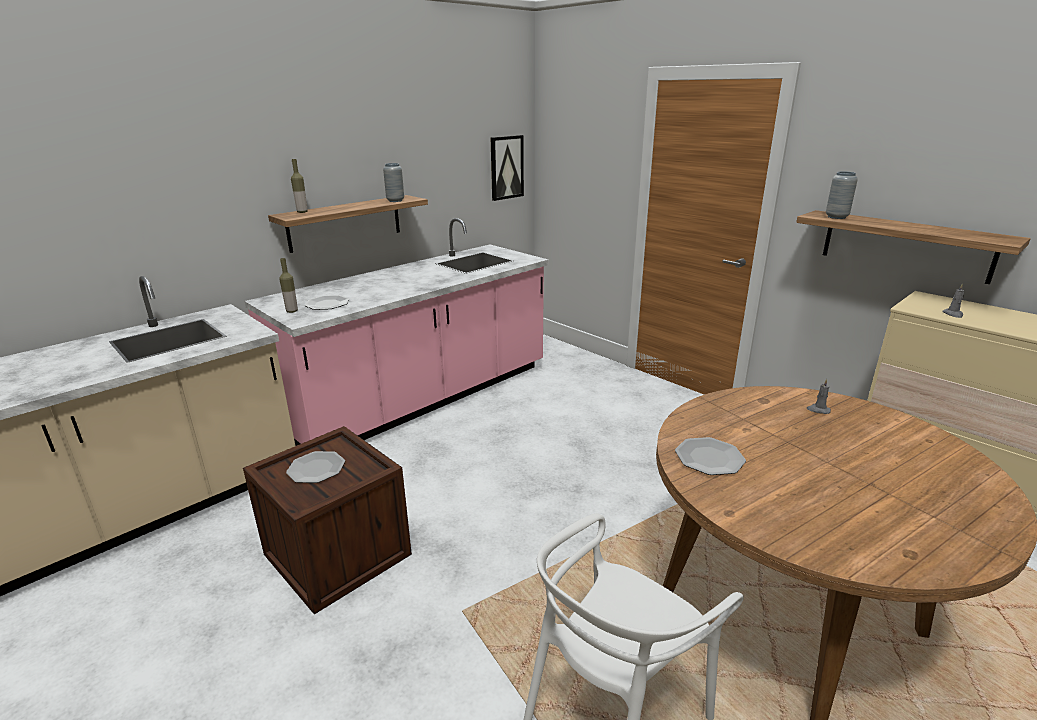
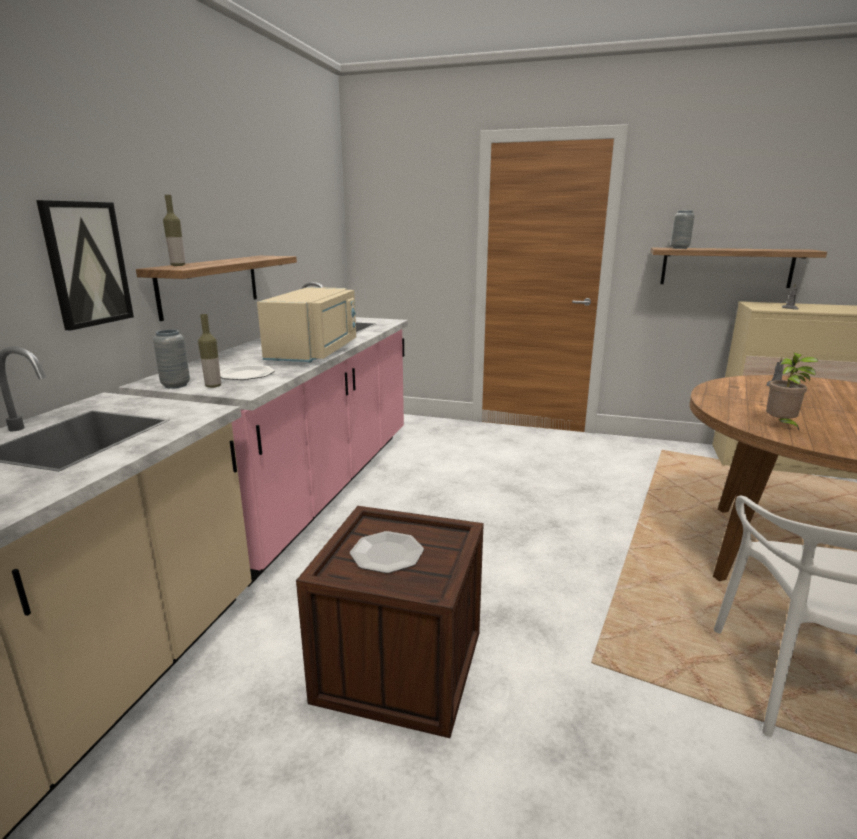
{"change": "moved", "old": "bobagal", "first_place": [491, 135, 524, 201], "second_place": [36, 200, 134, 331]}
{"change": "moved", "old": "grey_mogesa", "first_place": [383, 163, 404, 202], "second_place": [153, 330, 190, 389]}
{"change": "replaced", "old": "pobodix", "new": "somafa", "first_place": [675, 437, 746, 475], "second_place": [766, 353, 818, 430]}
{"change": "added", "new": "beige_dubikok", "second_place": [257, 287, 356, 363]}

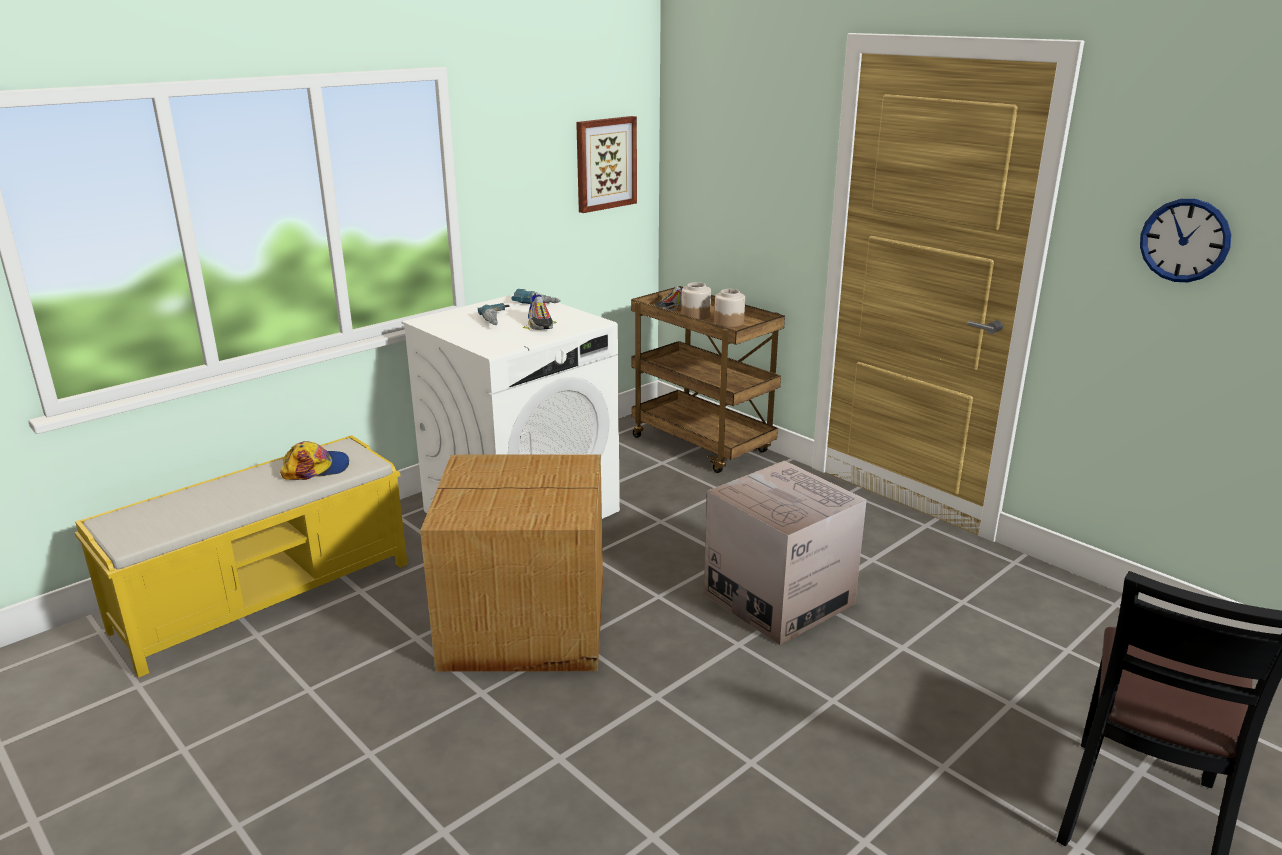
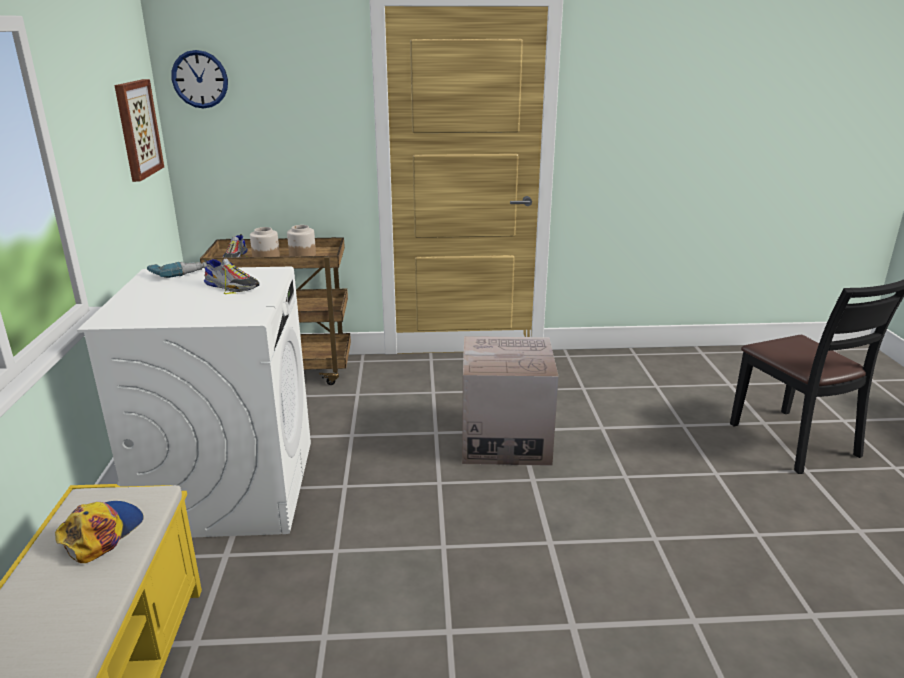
{"change": "moved", "old": "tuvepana", "first_place": [1140, 199, 1231, 282], "second_place": [171, 50, 228, 109]}
{"change": "removed", "old": "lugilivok", "first_place": [478, 303, 510, 325]}
{"change": "removed", "old": "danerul", "first_place": [420, 454, 603, 672]}

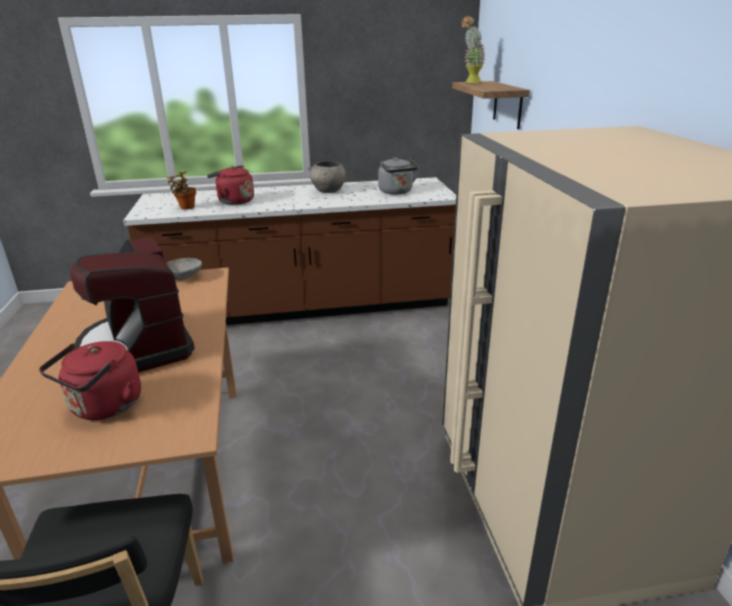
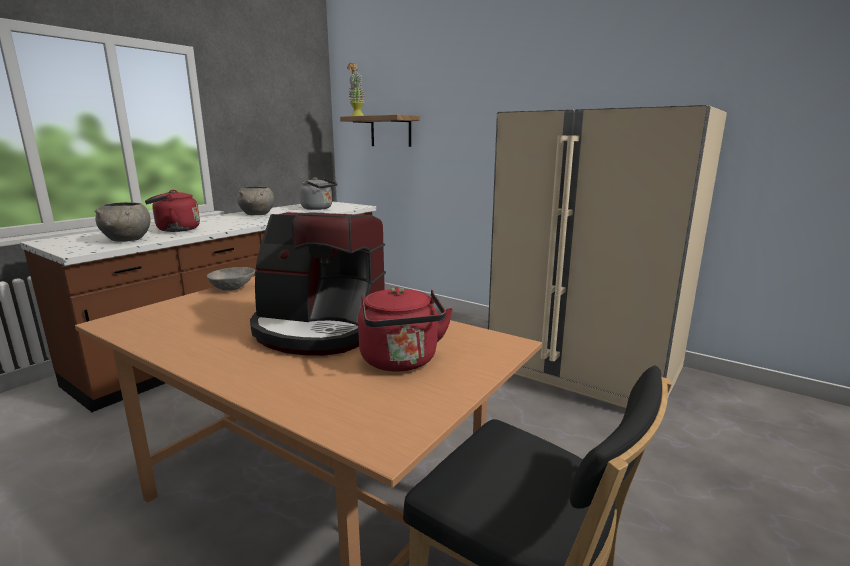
{"change": "replaced", "old": "somafa", "new": "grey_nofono", "first_place": [167, 171, 196, 209], "second_place": [95, 202, 151, 241]}

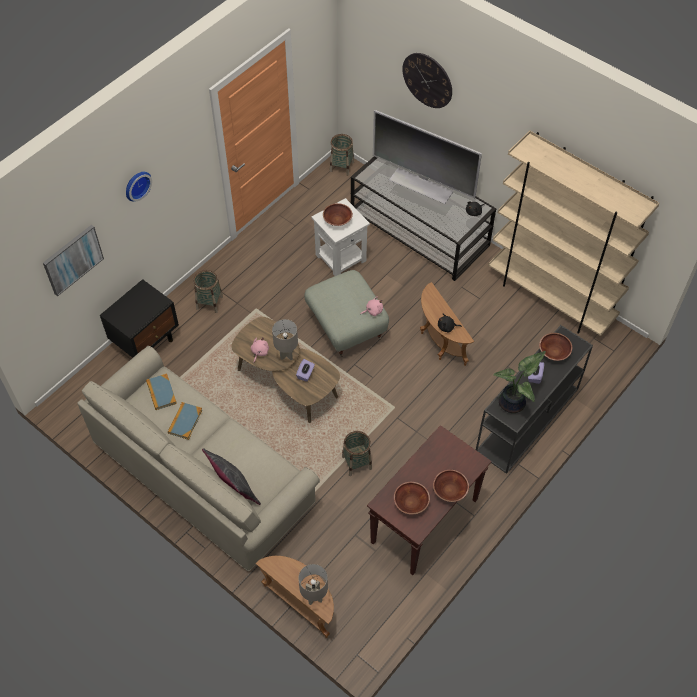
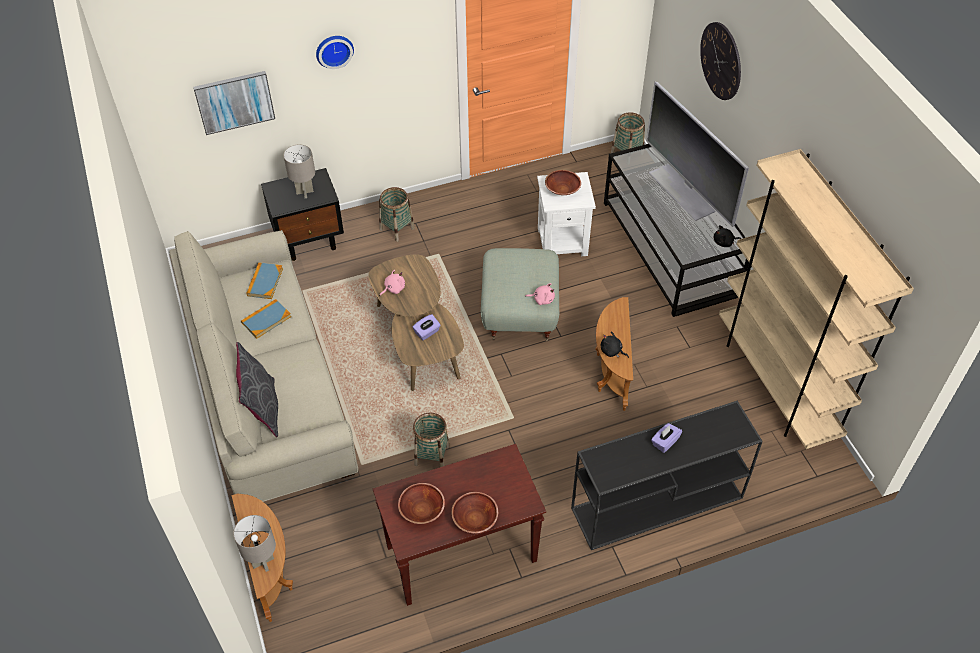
{"change": "moved", "old": "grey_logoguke", "first_place": [272, 319, 298, 360], "second_place": [283, 145, 315, 198]}
{"change": "removed", "old": "brown_nofono", "first_place": [539, 333, 572, 361]}
{"change": "removed", "old": "somafa", "first_place": [493, 351, 546, 413]}

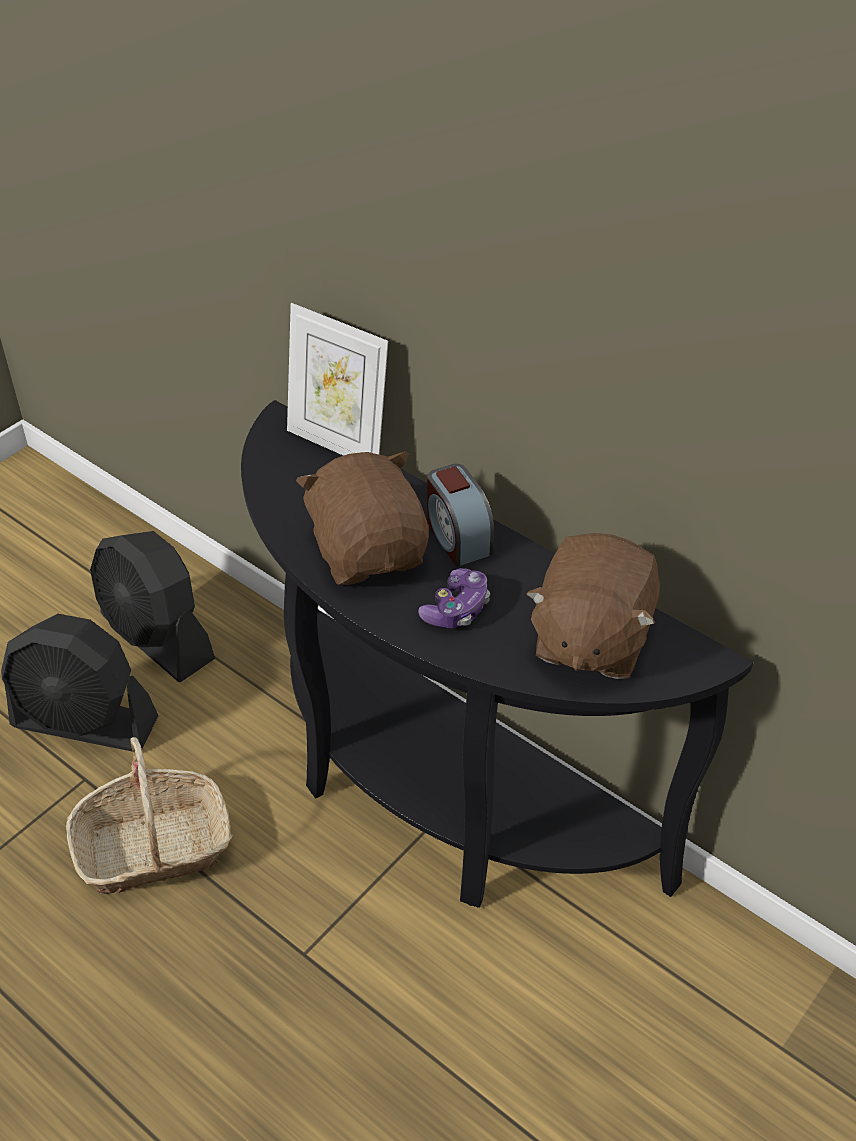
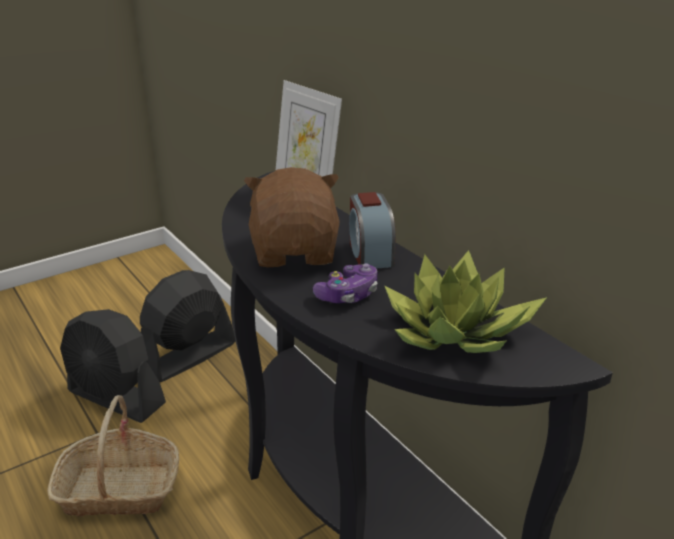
{"change": "turned", "old": "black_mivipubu", "first_place": [90, 531, 215, 682], "second_place": [140, 270, 235, 382], "degrees": 75}
{"change": "replaced", "old": "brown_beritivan", "new": "somafa", "first_place": [526, 533, 660, 679], "second_place": [384, 250, 547, 353]}

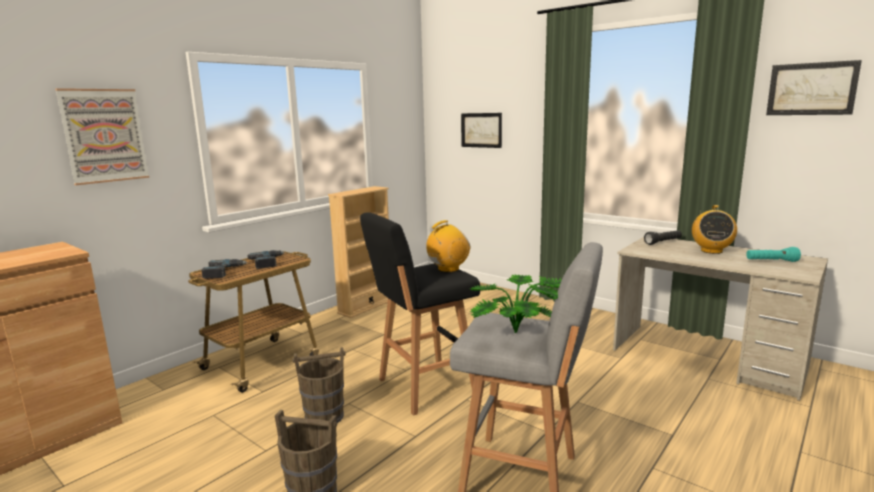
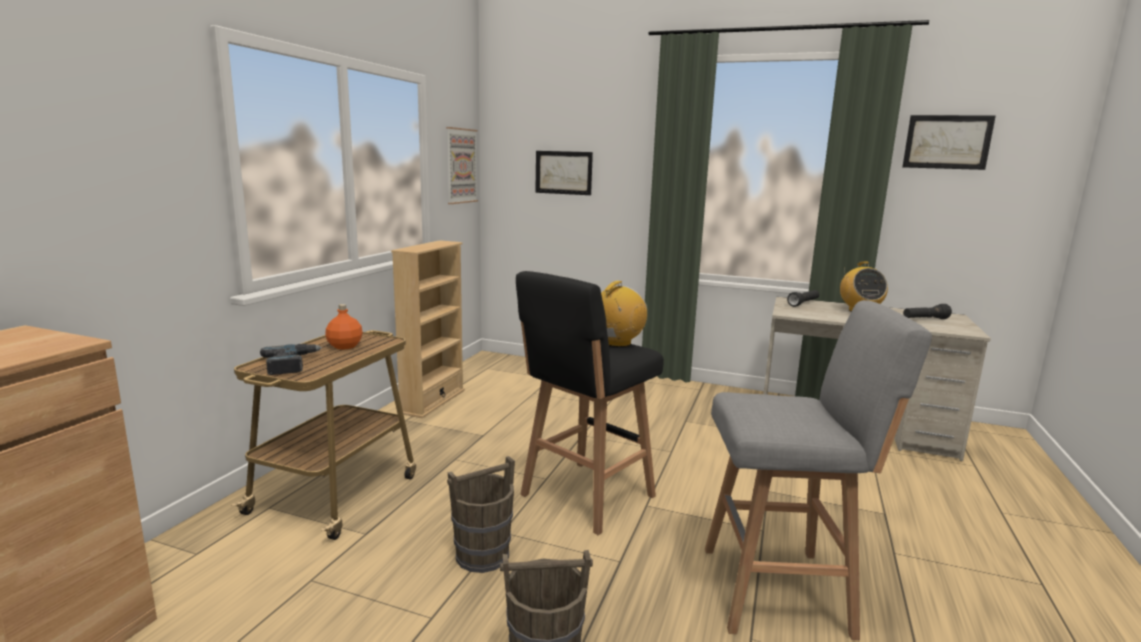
{"change": "moved", "old": "bobagal", "first_place": [55, 88, 149, 185], "second_place": [446, 127, 478, 204]}
{"change": "recoloured", "old": "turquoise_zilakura", "new": "black_zilakura", "first_place": [746, 247, 801, 262], "second_place": [903, 304, 952, 319]}
{"change": "replaced", "old": "lugilivok", "new": "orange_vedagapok", "first_place": [247, 250, 285, 269], "second_place": [325, 304, 363, 350]}
{"change": "removed", "old": "somafa", "first_place": [469, 274, 561, 333]}

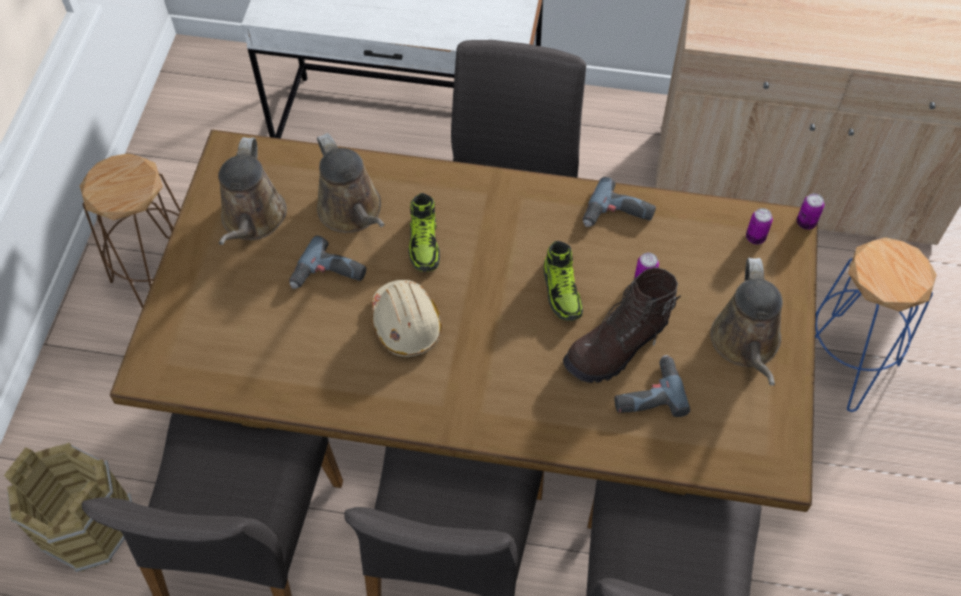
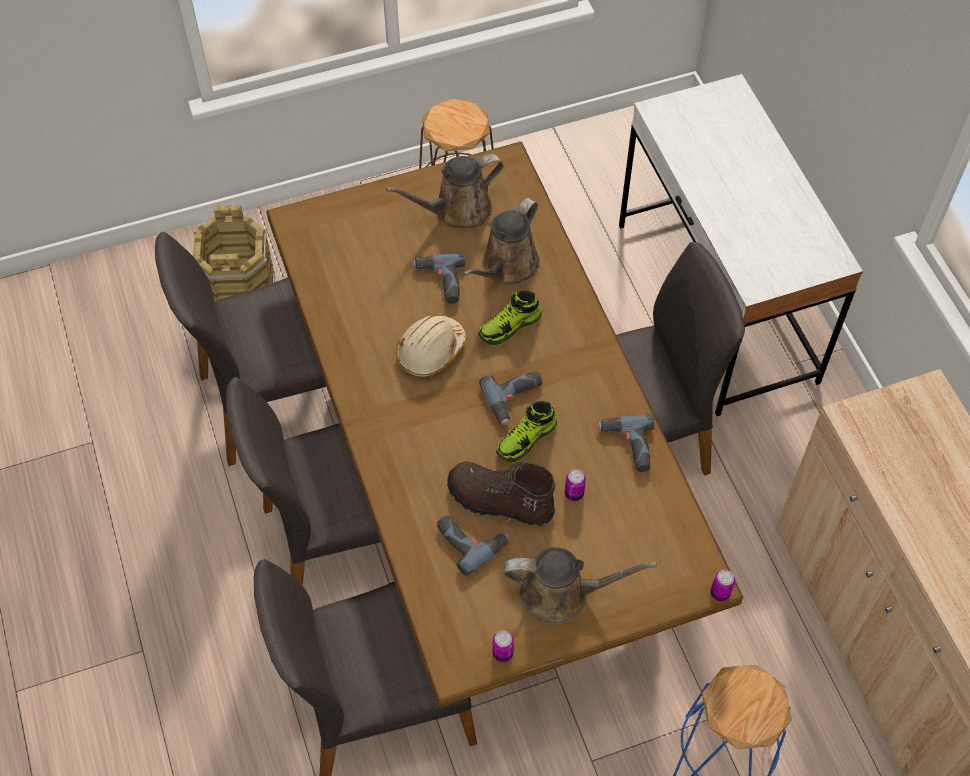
{"change": "moved", "old": "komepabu", "first_place": [746, 208, 773, 244], "second_place": [492, 631, 514, 662]}
{"change": "turned", "old": "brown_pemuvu", "first_place": [710, 258, 783, 386], "second_place": [503, 547, 657, 625], "degrees": -150}
{"change": "added", "new": "lugilivok", "second_place": [479, 371, 542, 425]}

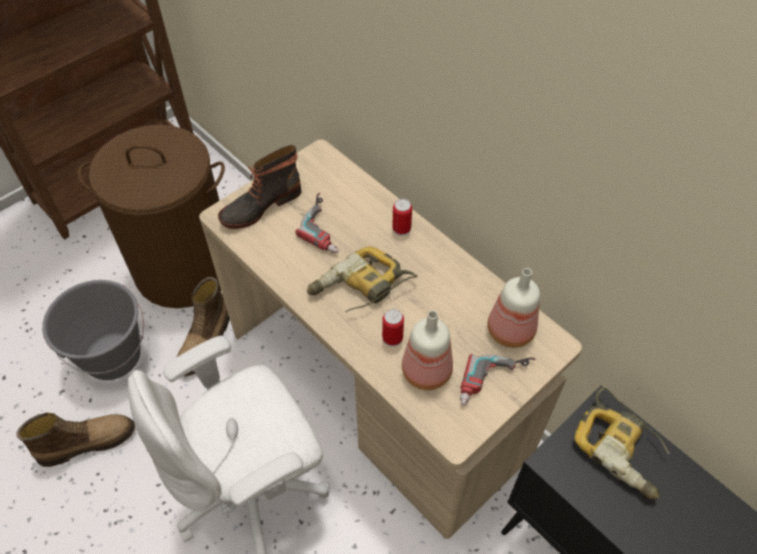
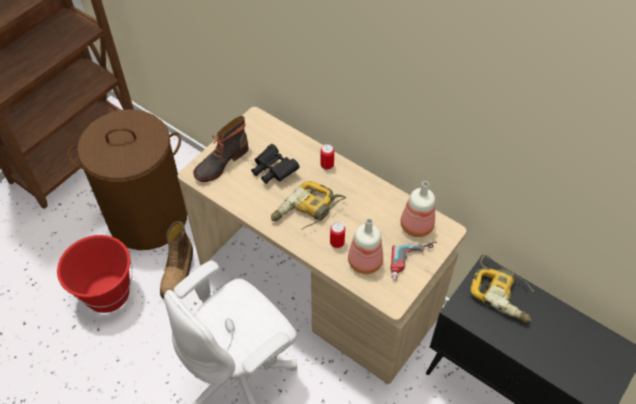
{"change": "replaced", "old": "lugilivok", "new": "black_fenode", "first_place": [295, 193, 339, 253], "second_place": [251, 144, 300, 184]}
{"change": "recoloured", "old": "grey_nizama", "new": "red_nizama", "first_place": [42, 280, 144, 380], "second_place": [57, 235, 132, 313]}
{"change": "removed", "old": "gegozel", "first_place": [16, 412, 135, 467]}

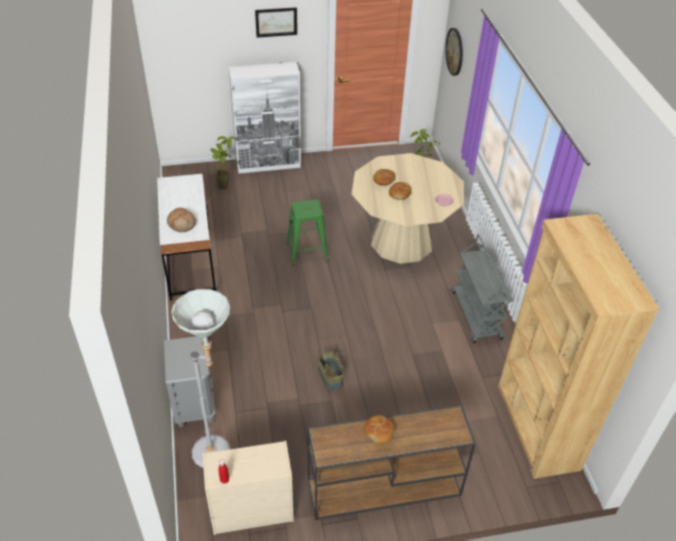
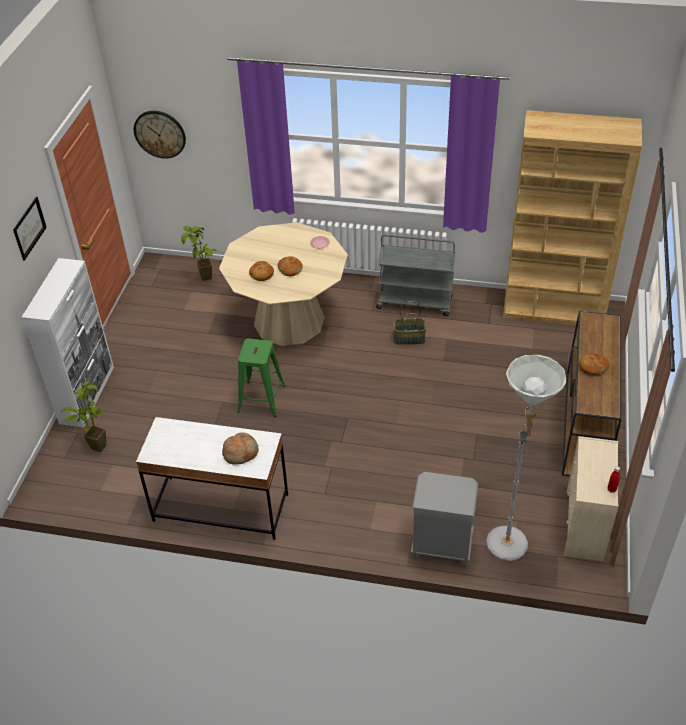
{"change": "moved", "old": "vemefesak", "first_place": [318, 344, 345, 391], "second_place": [393, 301, 426, 345]}

